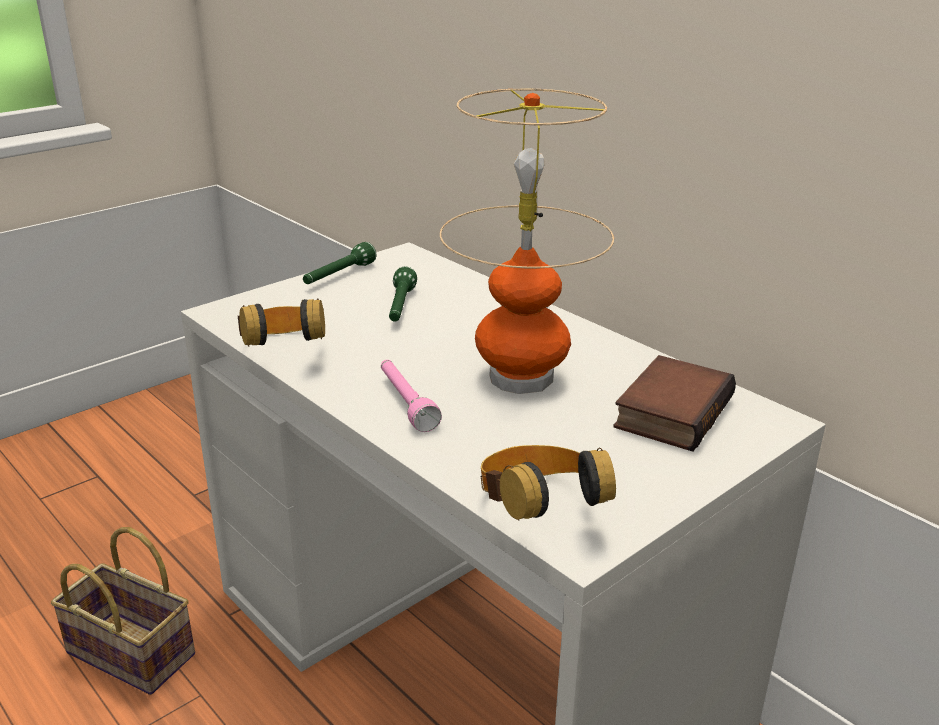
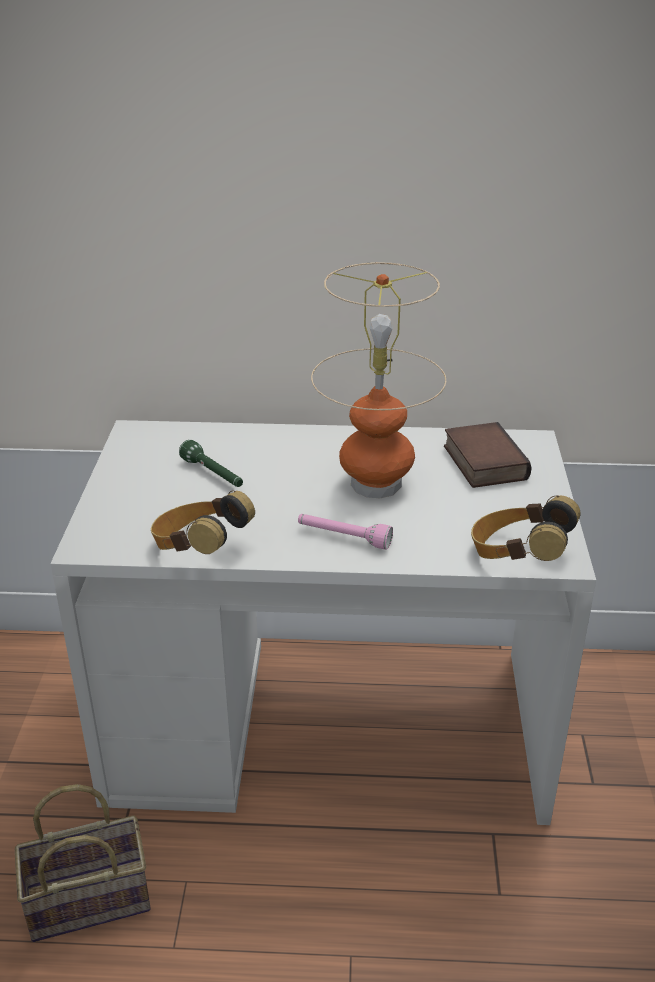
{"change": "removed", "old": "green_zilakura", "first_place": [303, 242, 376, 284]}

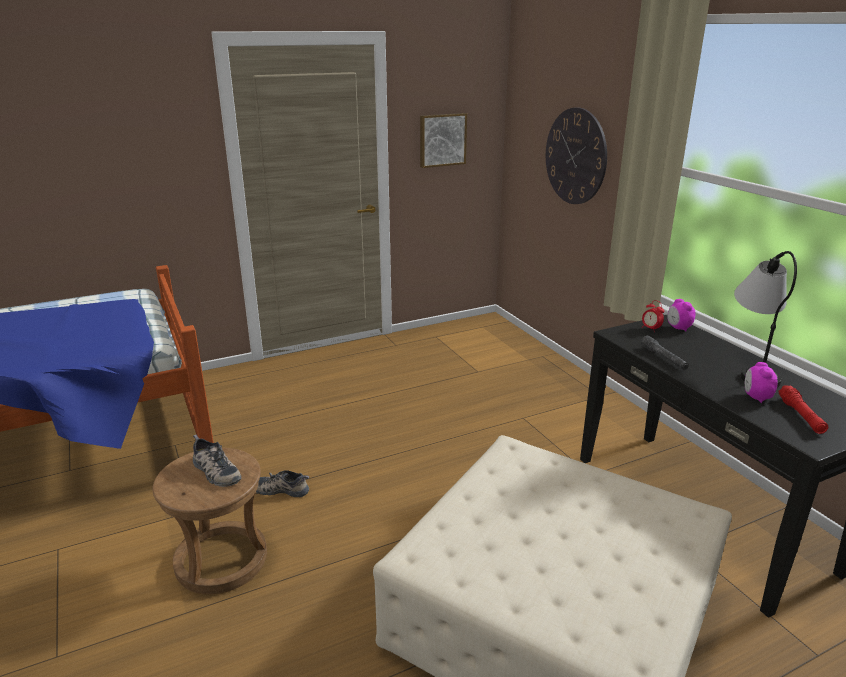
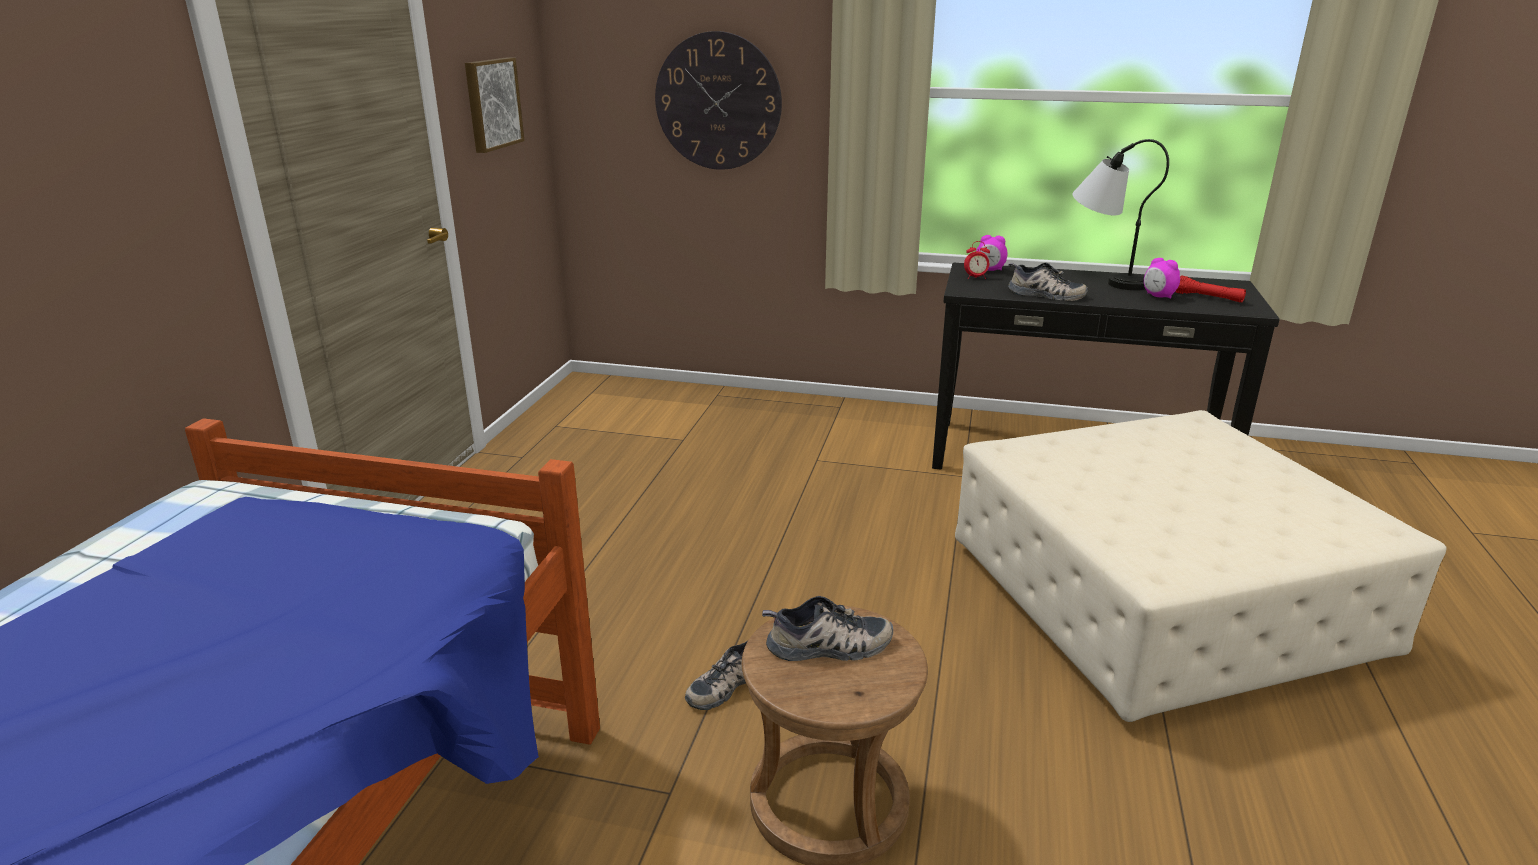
{"change": "replaced", "old": "grey_zilakura", "new": "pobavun", "first_place": [641, 336, 689, 370], "second_place": [1008, 262, 1088, 301]}

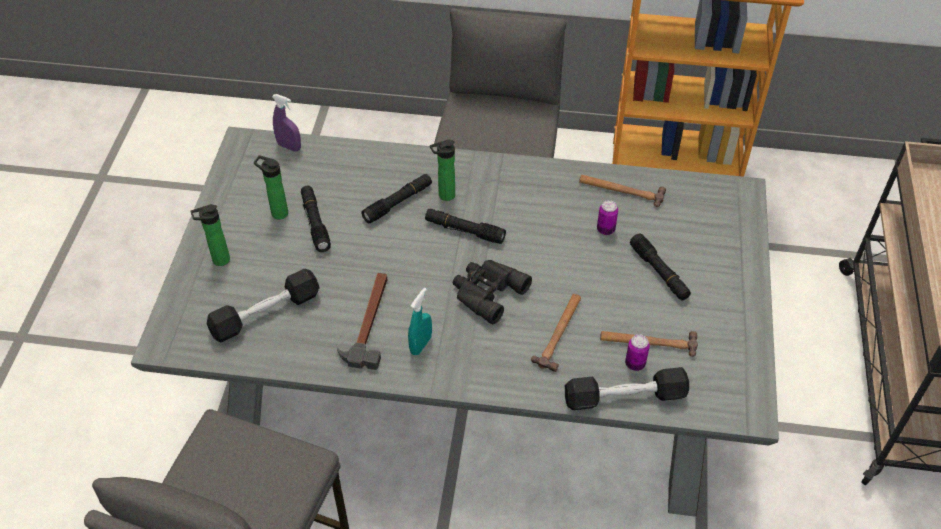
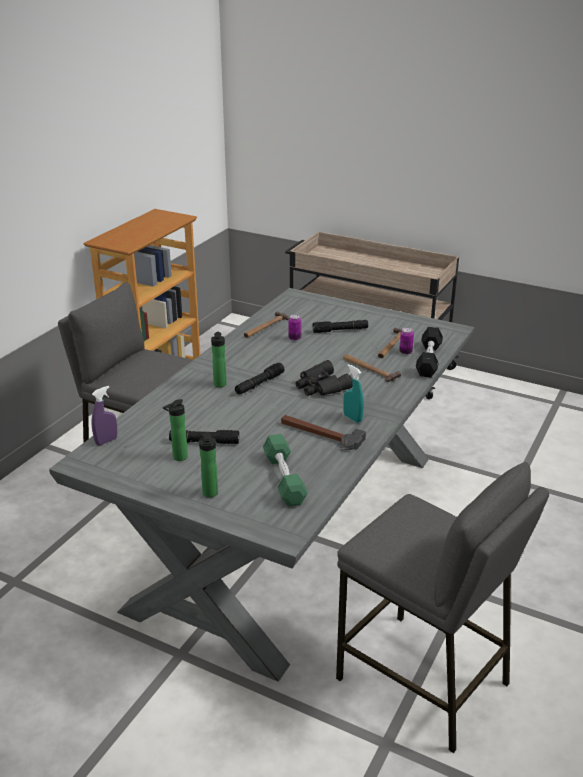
{"change": "removed", "old": "black_zilakura", "first_place": [361, 174, 432, 223]}
{"change": "recoloured", "old": "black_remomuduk", "new": "green_remomuduk", "first_place": [207, 269, 320, 342], "second_place": [263, 434, 308, 507]}

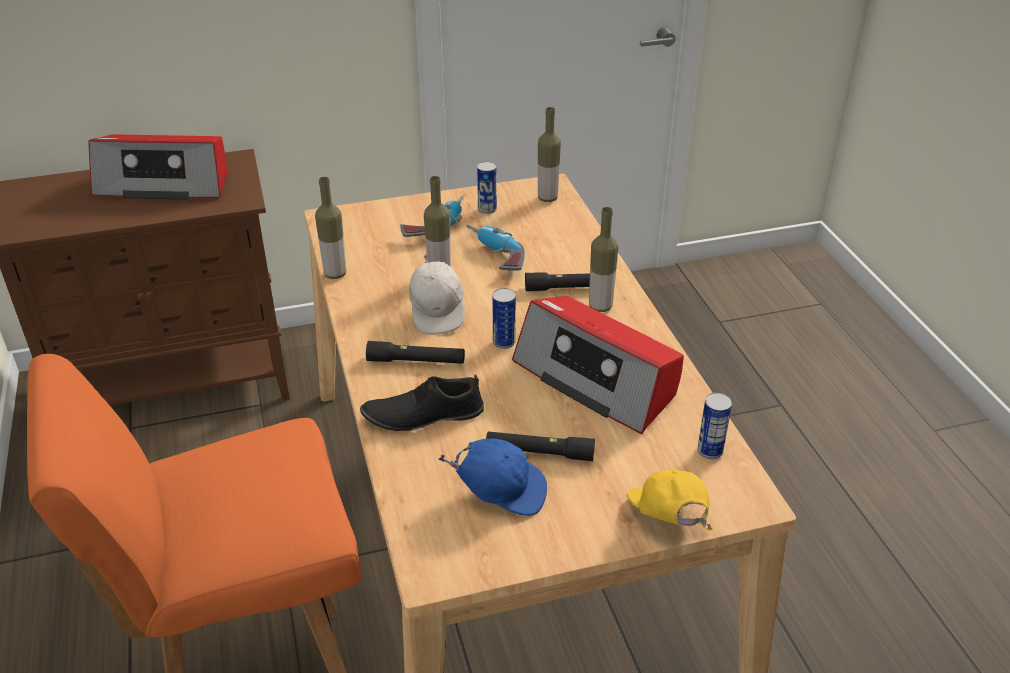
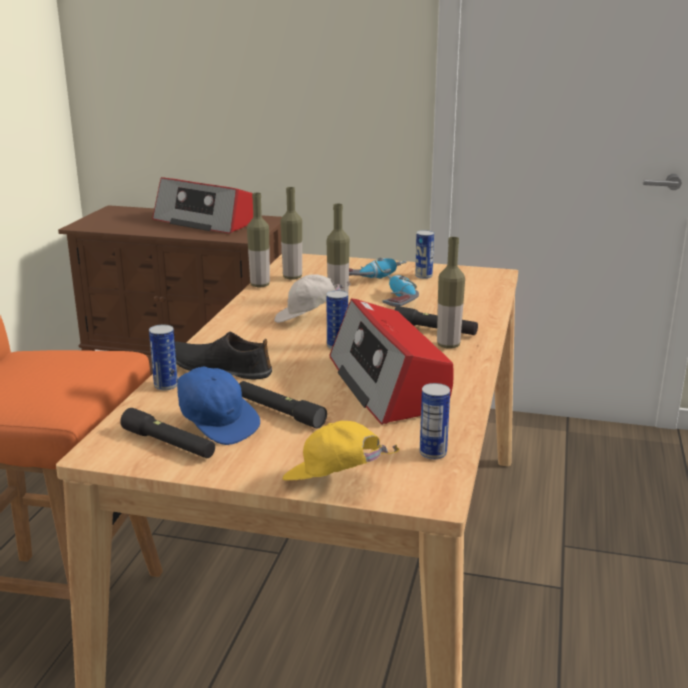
{"change": "moved", "old": "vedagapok", "first_place": [538, 107, 561, 202], "second_place": [280, 187, 302, 280]}
{"change": "turned", "old": "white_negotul", "first_place": [409, 254, 465, 335], "second_place": [274, 274, 351, 323], "degrees": 60}
{"change": "moved", "old": "black_zilakura", "first_place": [366, 341, 465, 364], "second_place": [120, 408, 215, 458]}
{"change": "turned", "old": "yellow_negotul", "first_place": [627, 470, 713, 531], "second_place": [283, 421, 400, 480], "degrees": -75}
{"change": "added", "new": "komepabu", "second_place": [149, 325, 177, 390]}

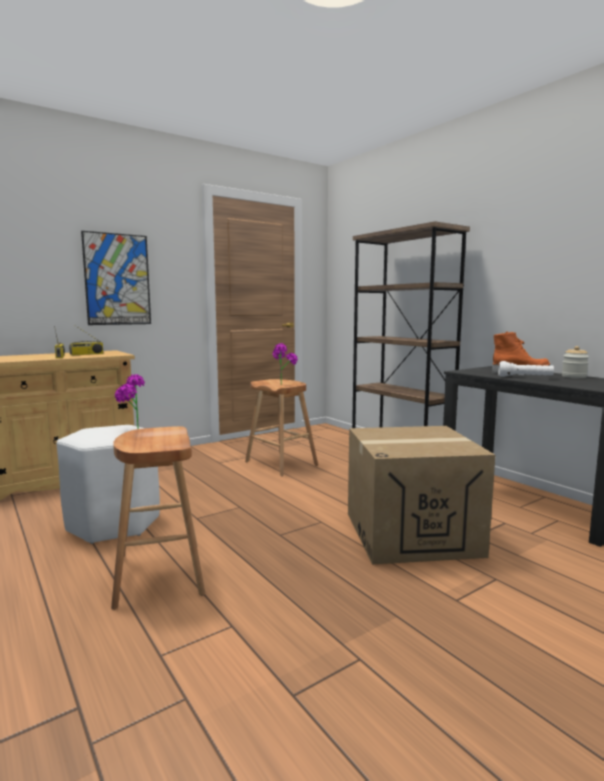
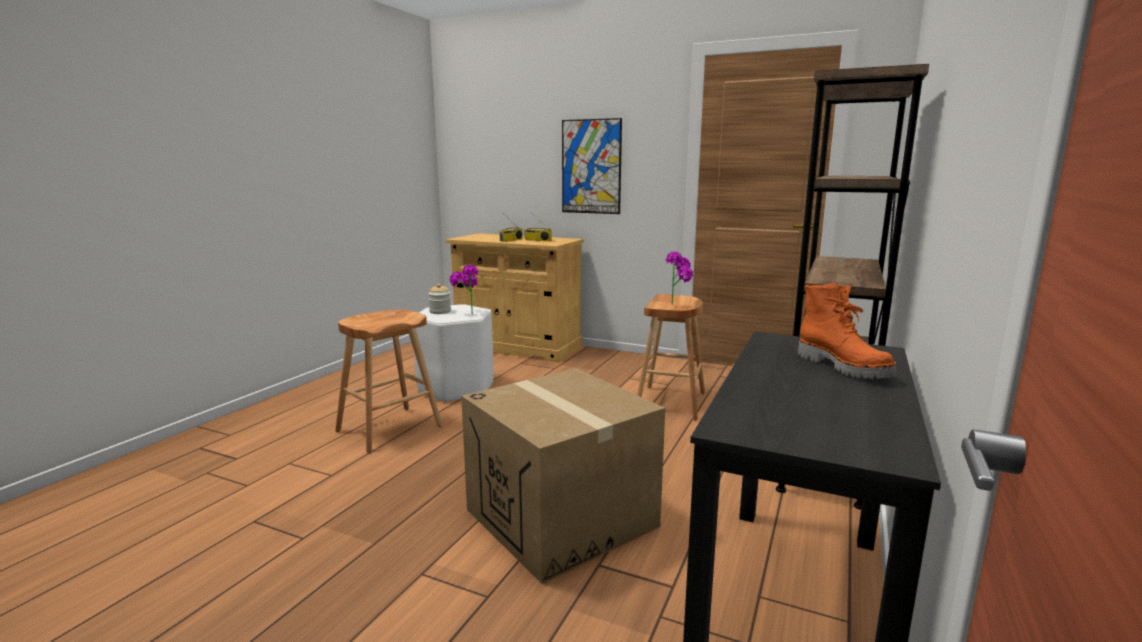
{"change": "moved", "old": "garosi", "first_place": [562, 346, 589, 378], "second_place": [428, 284, 451, 314]}
{"change": "removed", "old": "white_zilakura", "first_place": [498, 361, 554, 377]}

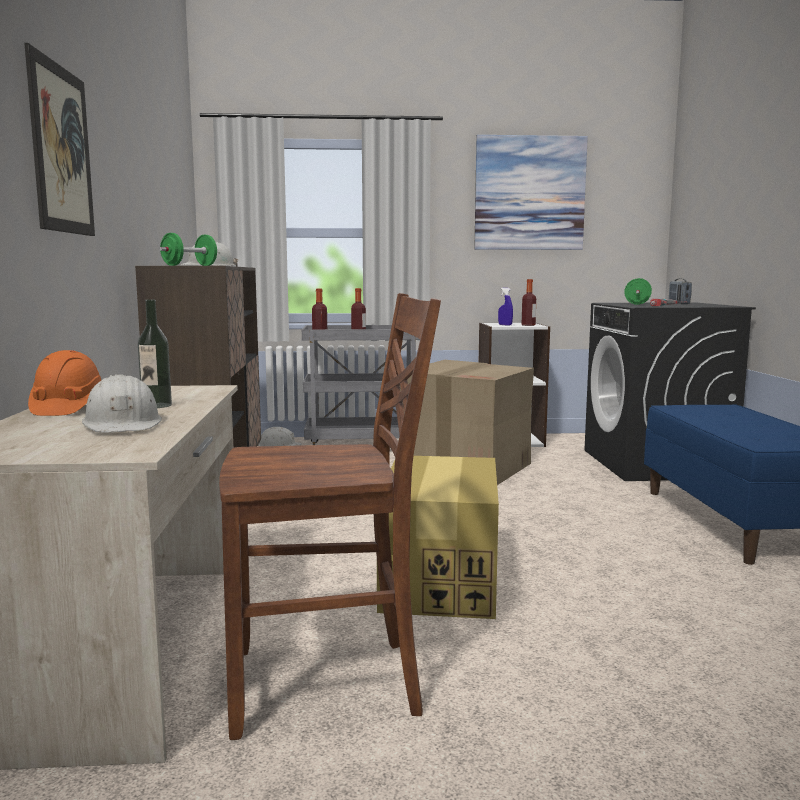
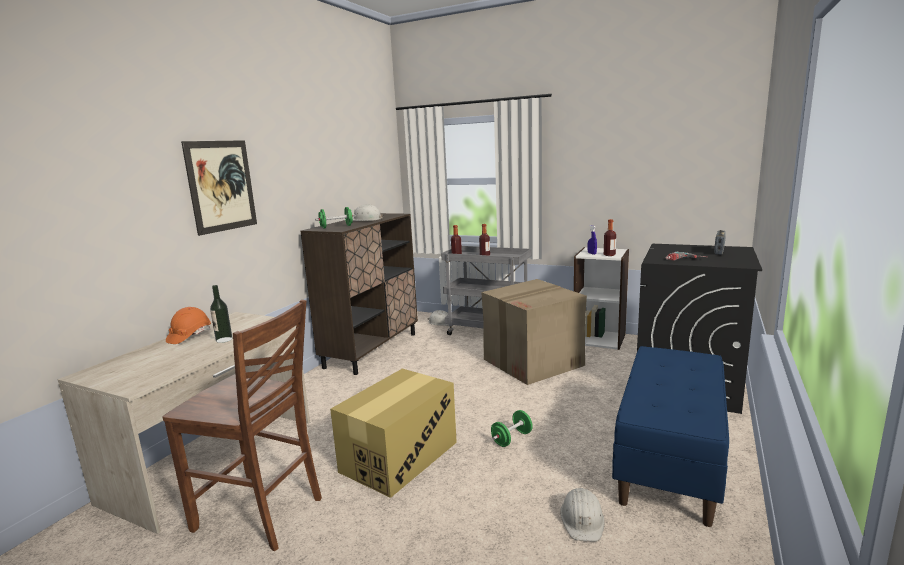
{"change": "removed", "old": "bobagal", "first_place": [474, 135, 588, 250]}
{"change": "moved", "old": "green_remomuduk", "first_place": [624, 278, 652, 305], "second_place": [491, 410, 533, 447]}
{"change": "moved", "old": "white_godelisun", "first_place": [82, 374, 162, 433], "second_place": [560, 488, 605, 542]}

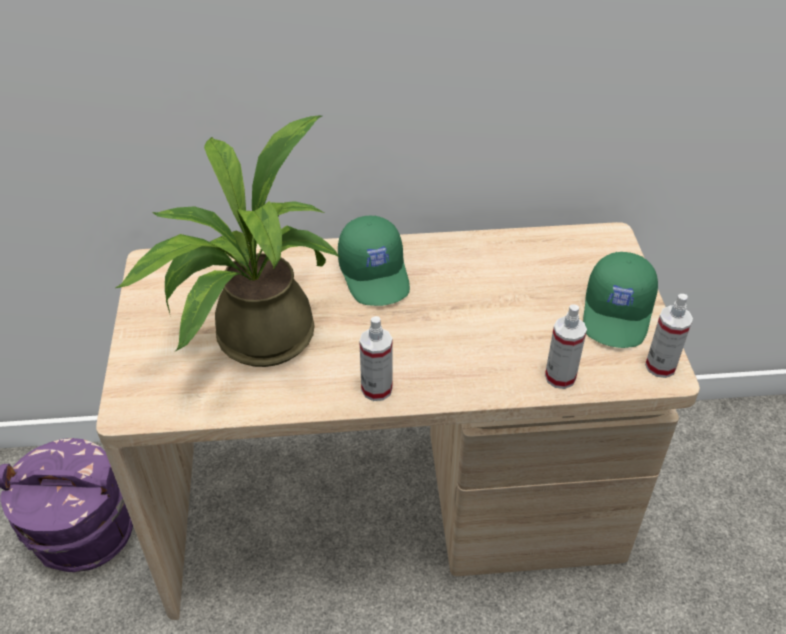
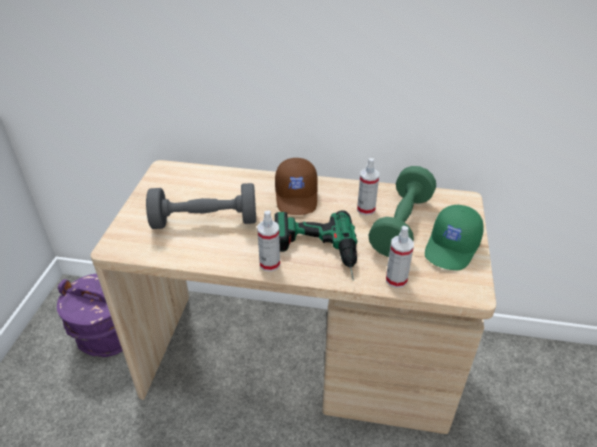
{"change": "replaced", "old": "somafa", "new": "grey_remomuduk", "first_place": [116, 116, 340, 367], "second_place": [146, 183, 256, 229]}
{"change": "recoloured", "old": "green_negotul", "new": "brown_negotul", "first_place": [338, 216, 410, 306], "second_place": [275, 158, 318, 215]}
{"change": "moved", "old": "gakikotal", "first_place": [645, 294, 693, 378], "second_place": [357, 158, 379, 215]}
{"change": "added", "new": "green_remomuduk", "second_place": [368, 166, 436, 257]}
{"change": "added", "new": "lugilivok", "second_place": [275, 210, 357, 280]}

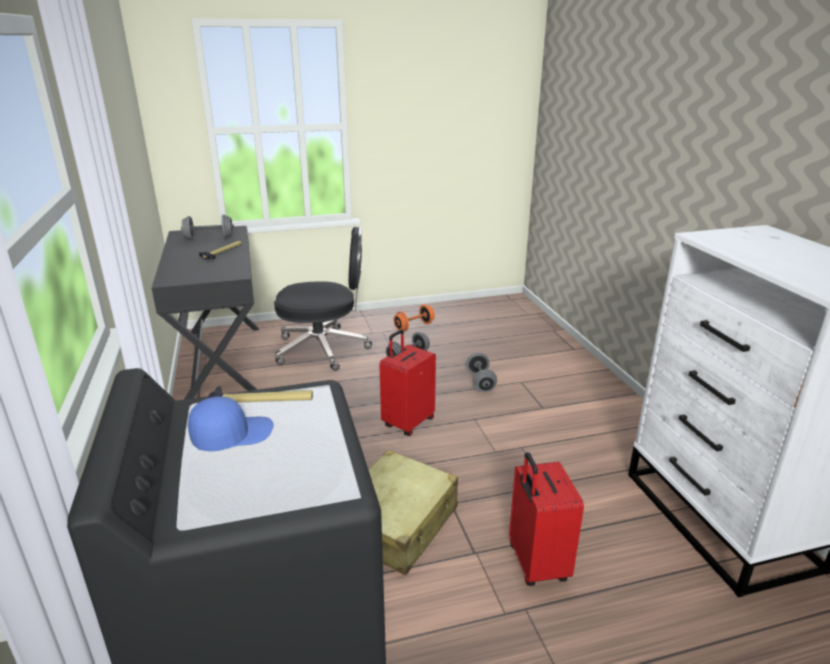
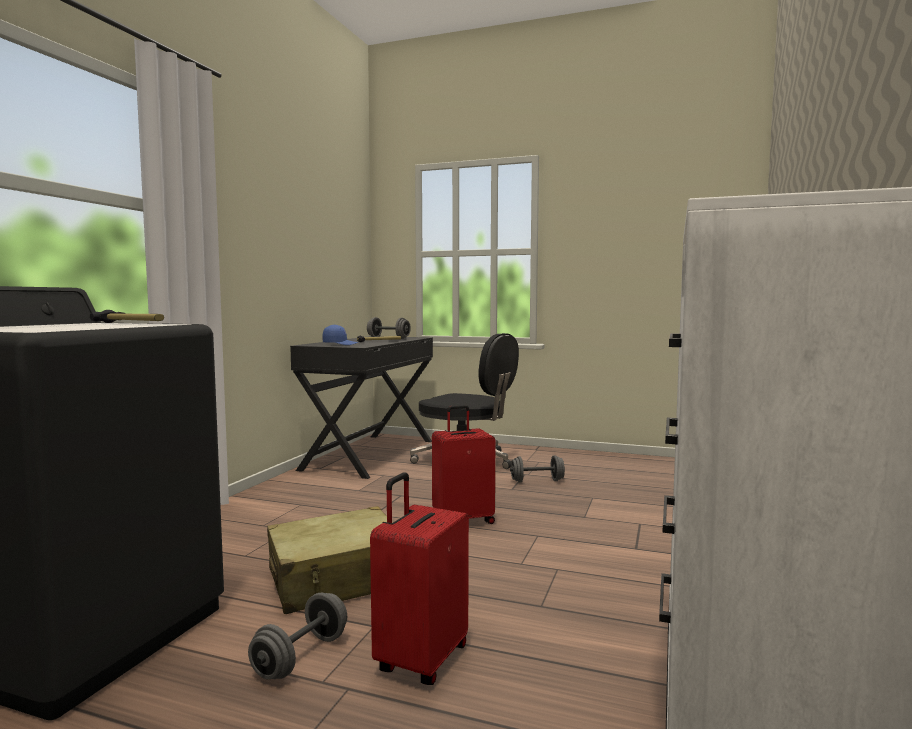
{"change": "removed", "old": "orange_remomuduk", "first_place": [394, 305, 435, 331]}
{"change": "moved", "old": "grey_remomuduk", "first_place": [466, 353, 497, 392], "second_place": [248, 593, 347, 679]}
{"change": "moved", "old": "blue_negotul", "first_place": [188, 396, 274, 451], "second_place": [322, 324, 358, 345]}

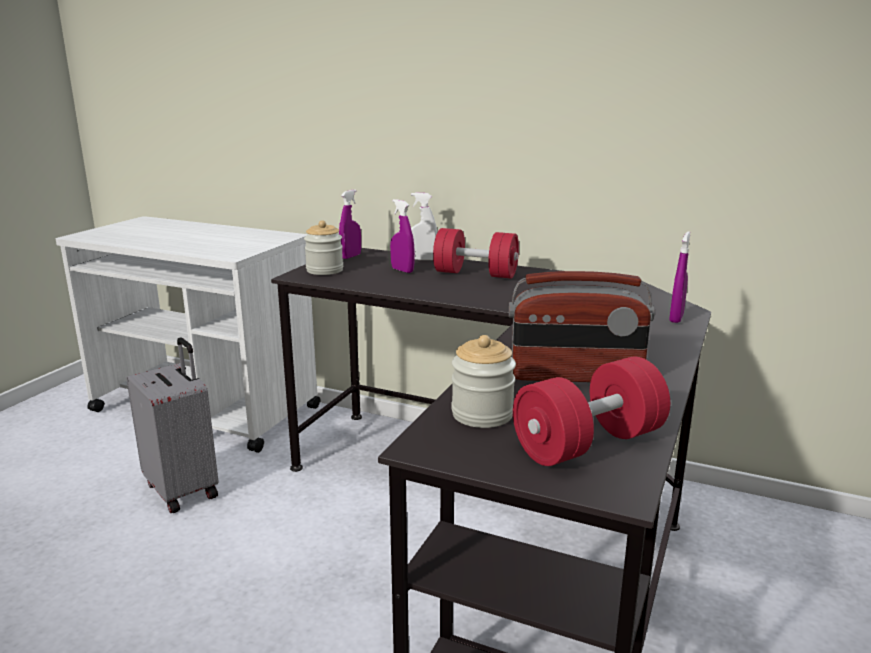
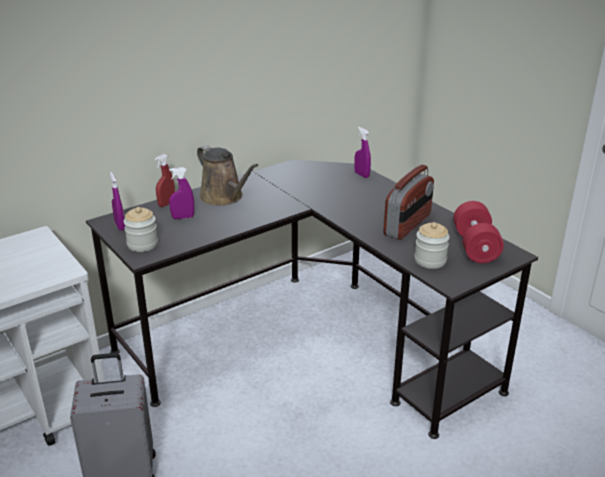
{"change": "recoloured", "old": "white_gakikotal", "new": "red_gakikotal", "first_place": [411, 192, 437, 260], "second_place": [155, 154, 175, 207]}
{"change": "replaced", "old": "red_remomuduk", "new": "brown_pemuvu", "first_place": [433, 228, 519, 279], "second_place": [197, 145, 258, 206]}

